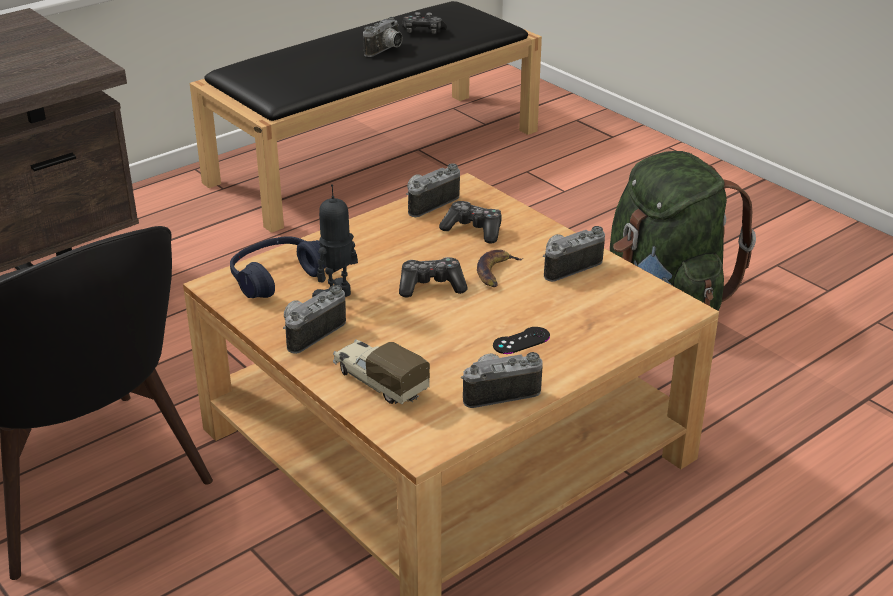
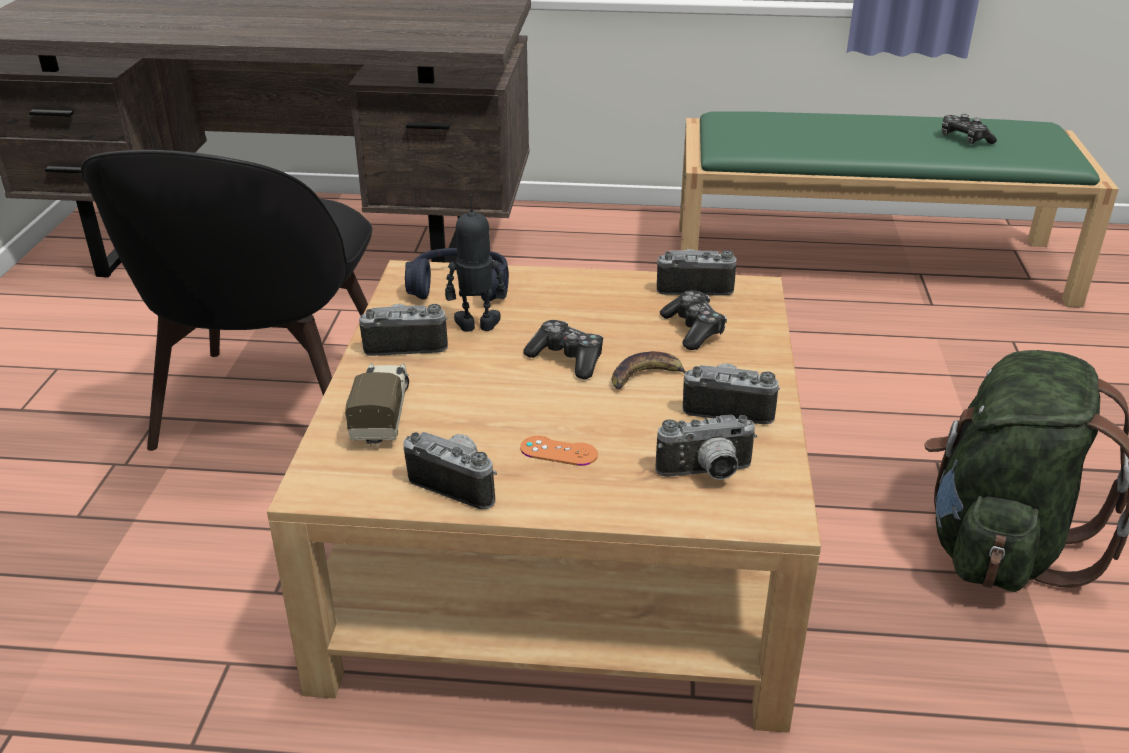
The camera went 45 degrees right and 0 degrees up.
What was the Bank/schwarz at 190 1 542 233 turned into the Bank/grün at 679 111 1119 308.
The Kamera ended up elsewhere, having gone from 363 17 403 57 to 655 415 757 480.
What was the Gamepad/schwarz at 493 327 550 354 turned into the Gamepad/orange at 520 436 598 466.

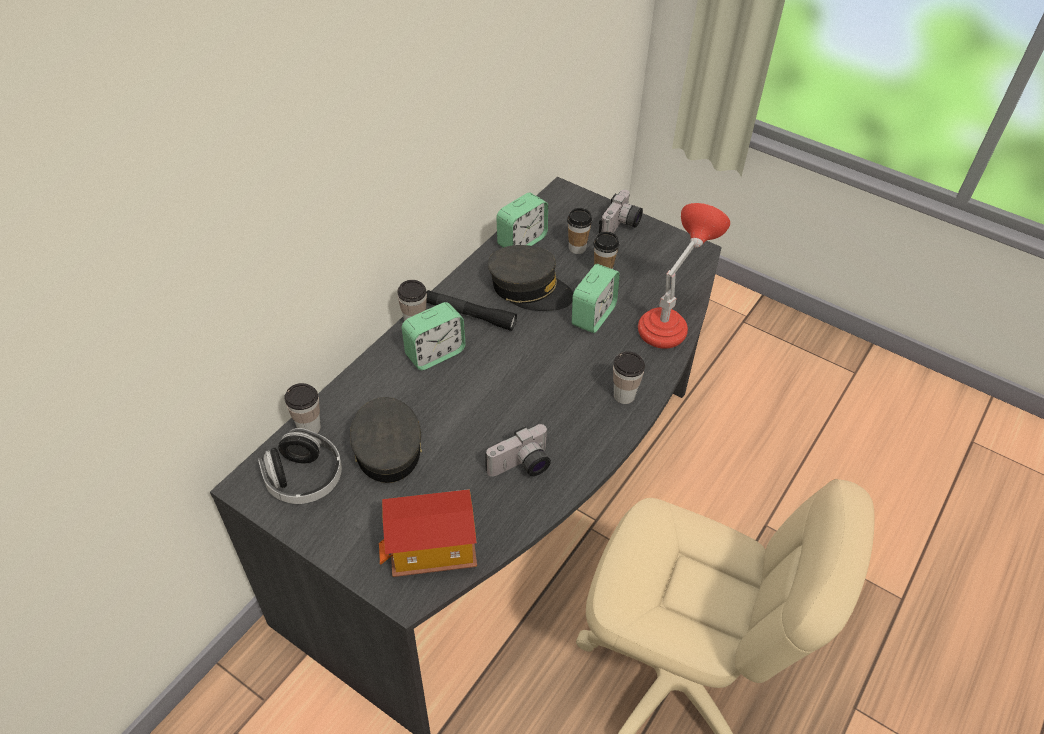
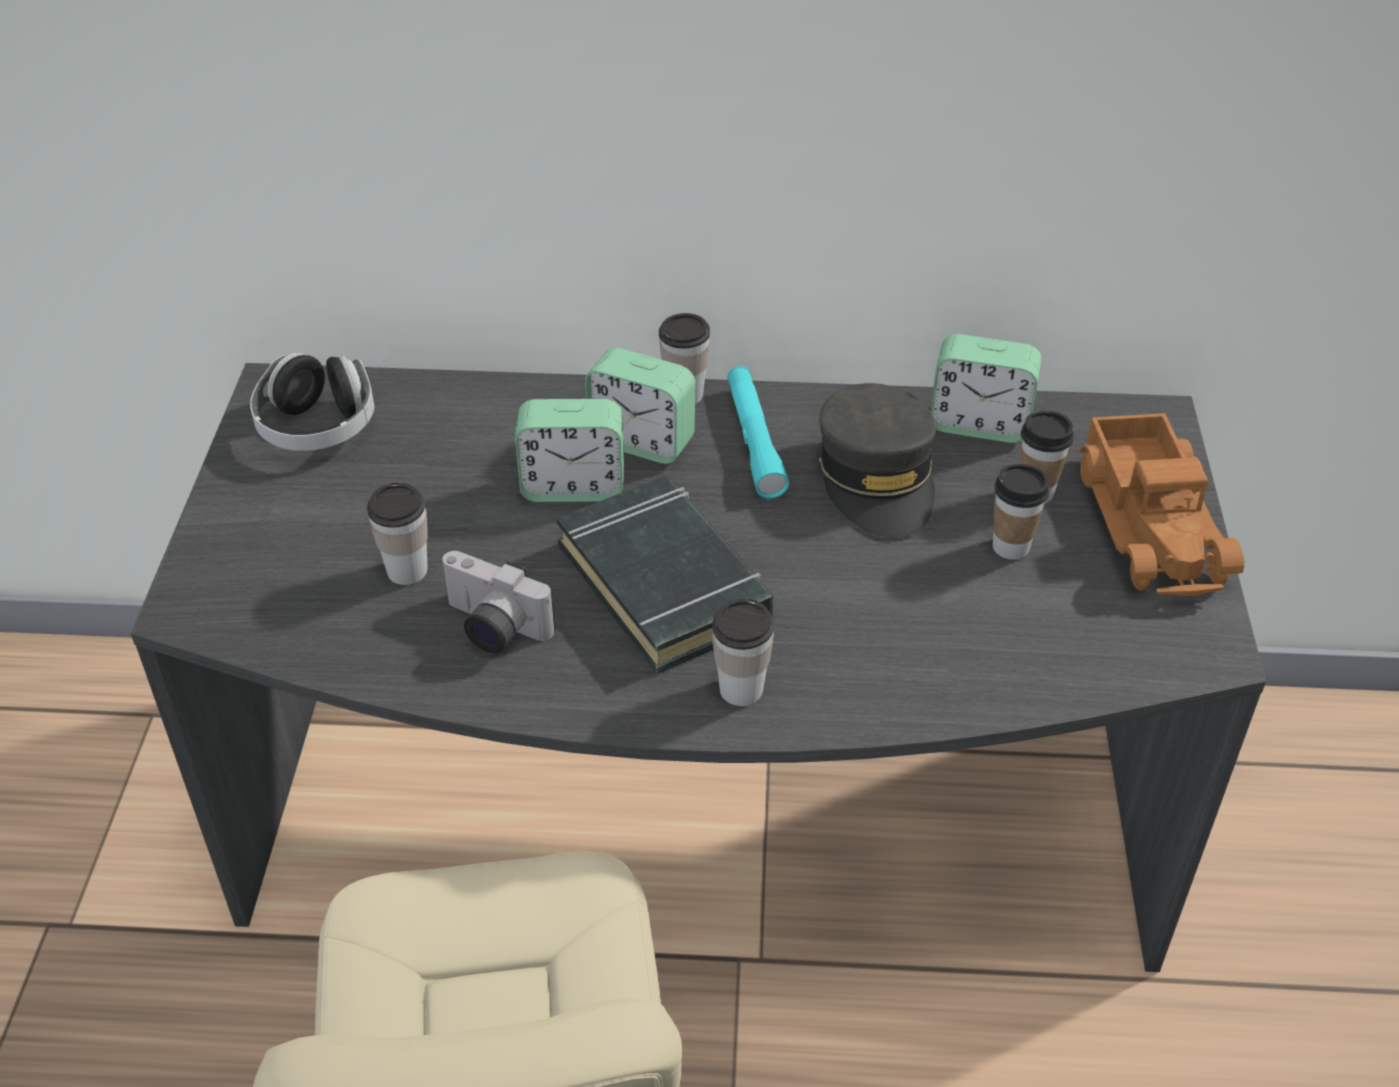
The camera went 60 degrees right and 5 degrees down.
The Tasse ended up elsewhere, having gone from 284 383 321 433 to 367 483 428 585.
The second view lost the Kappe/grau at 350 397 422 483.
The second view lost the Spielzeughaus at 379 489 477 577.
What was the Taschenlampe/schwarz at 426 290 517 331 turned into the Taschenlampe/türkis at 727 366 789 498.
The Wecker ended up elsewhere, having gone from 572 264 620 333 to 515 399 624 502.
Where the Kamera stood at 599 190 643 233, the Spielzeuglaster came to stand at 1077 413 1244 596.
The second view lost the Tischlampe/rot at 638 203 730 349.
The second view gained the Buch/schwarz at 556 476 773 674.

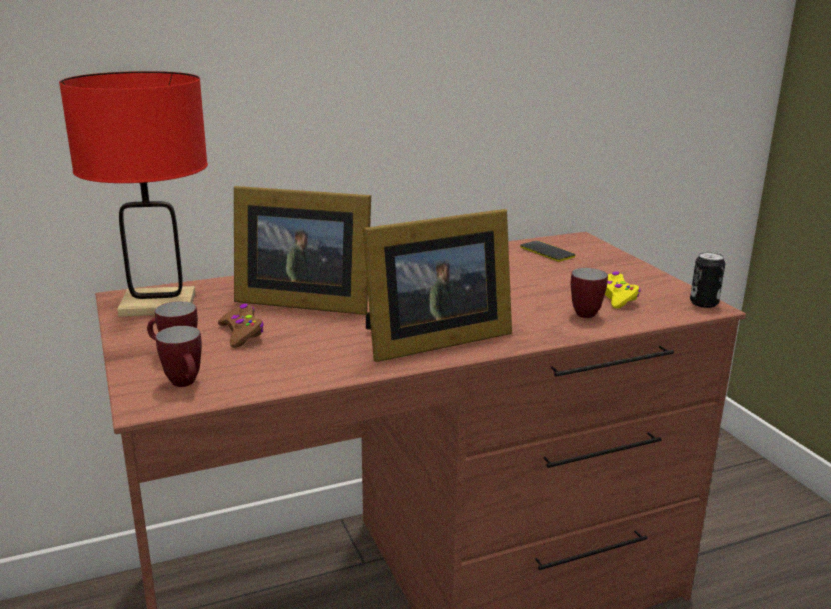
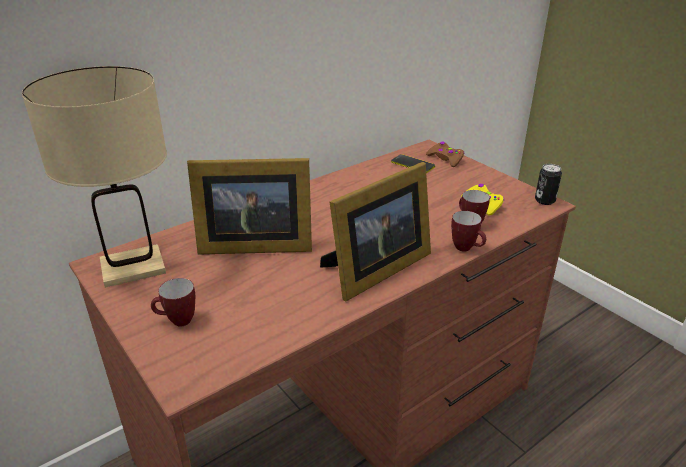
The camera went 15 degrees left and 10 degrees up.
What was the Tischlampe/rot at 59 71 208 317 turned into the Tischlampe/beige at 22 66 167 288.
The Henkelbecher ended up elsewhere, having gone from 156 326 202 387 to 451 211 486 252.
The Gamepad/braun ended up elsewhere, having gone from 218 304 264 348 to 426 142 465 167.

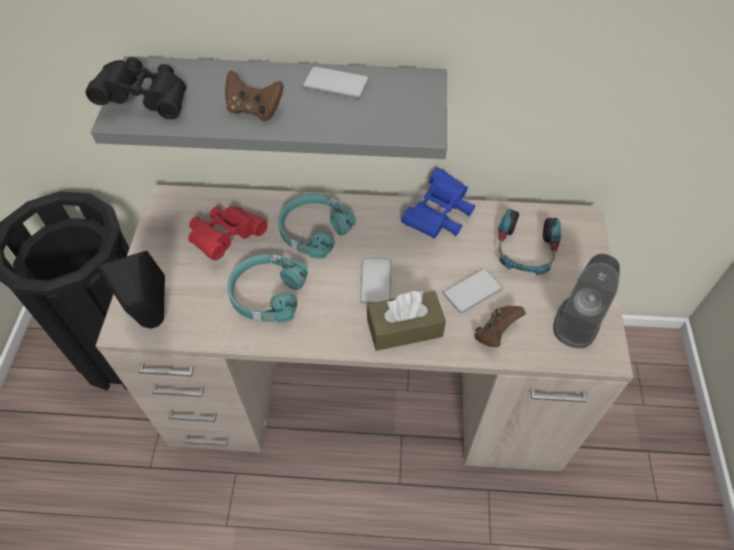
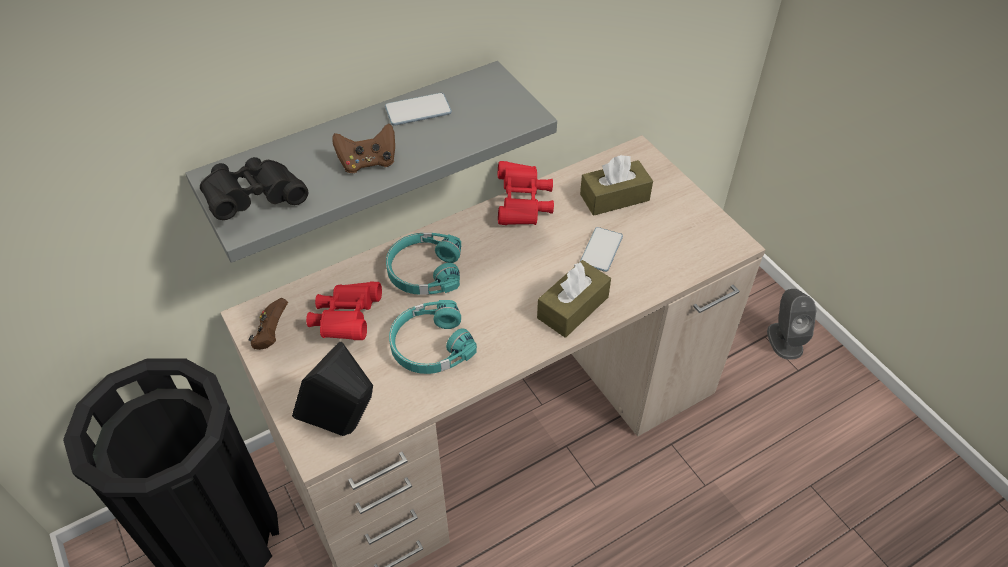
The camera went 35 degrees left and 5 degrees down.
The second view lost the Handy at 360 258 391 304.
What was the Fernglas/blau at 401 168 475 239 turned into the Fernglas/rot at 498 161 554 225.
The Gamepad/braun ended up elsewhere, having gone from 475 306 526 347 to 249 298 288 350.
Where the Kopfhörer stood at 498 209 561 275, the Taschentuchbox/braun came to stand at 580 155 653 216.
The Lautsprecher/grau ended up elsewhere, having gone from 553 254 620 349 to 767 289 816 360.

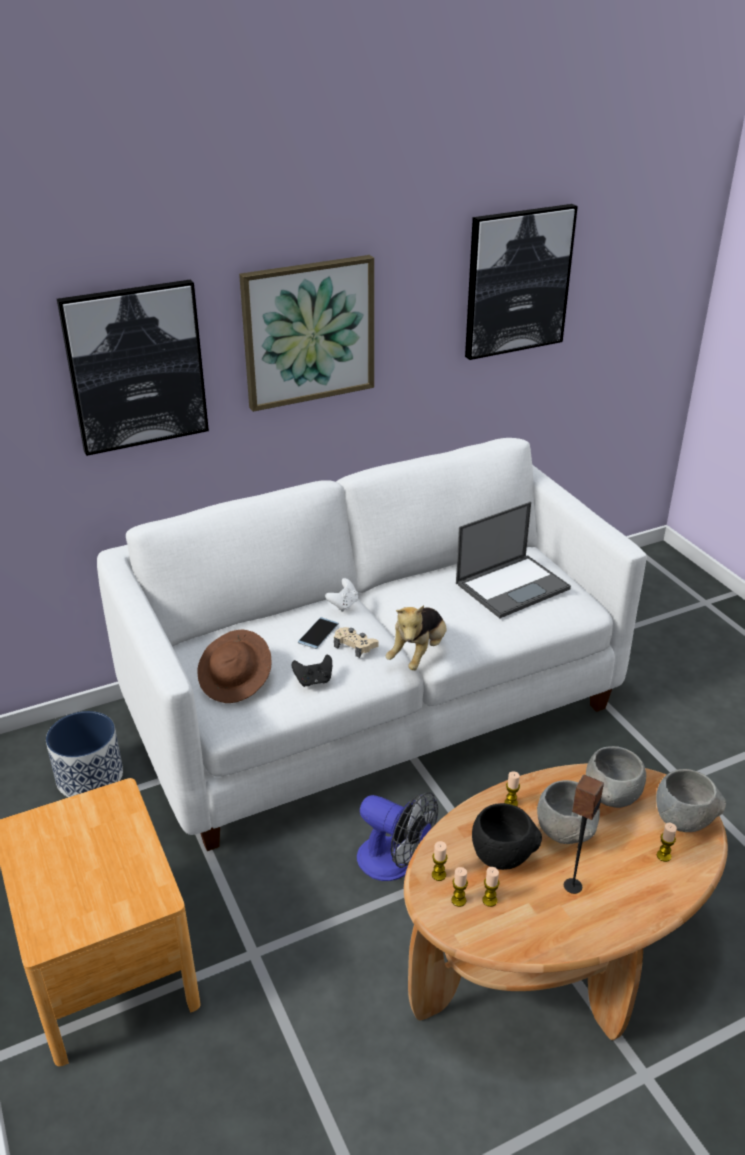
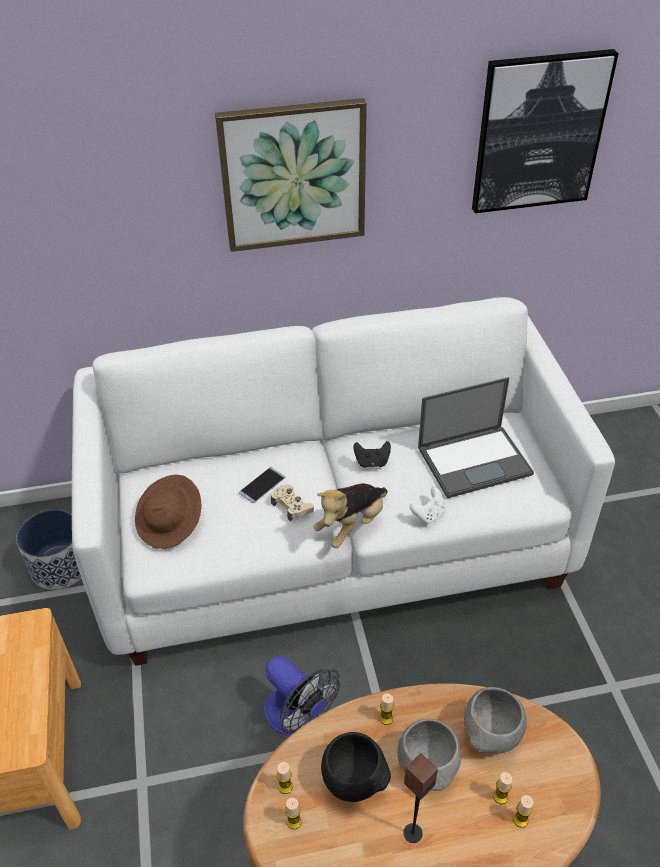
The camera went 15 degrees right and 10 degrees up.
The second view lost the Bild at 57 279 209 456.
The Gamepad/schwarz ended up elsewhere, having gone from 292 655 332 687 to 353 441 391 468.
The Gamepad/weiß ended up elsewhere, having gone from 325 578 358 612 to 410 487 446 524.
The Kerze ended up elsewhere, having gone from 482 867 500 907 to 493 772 512 804.
The second view lost the Schüssel/grau at 656 769 726 832.

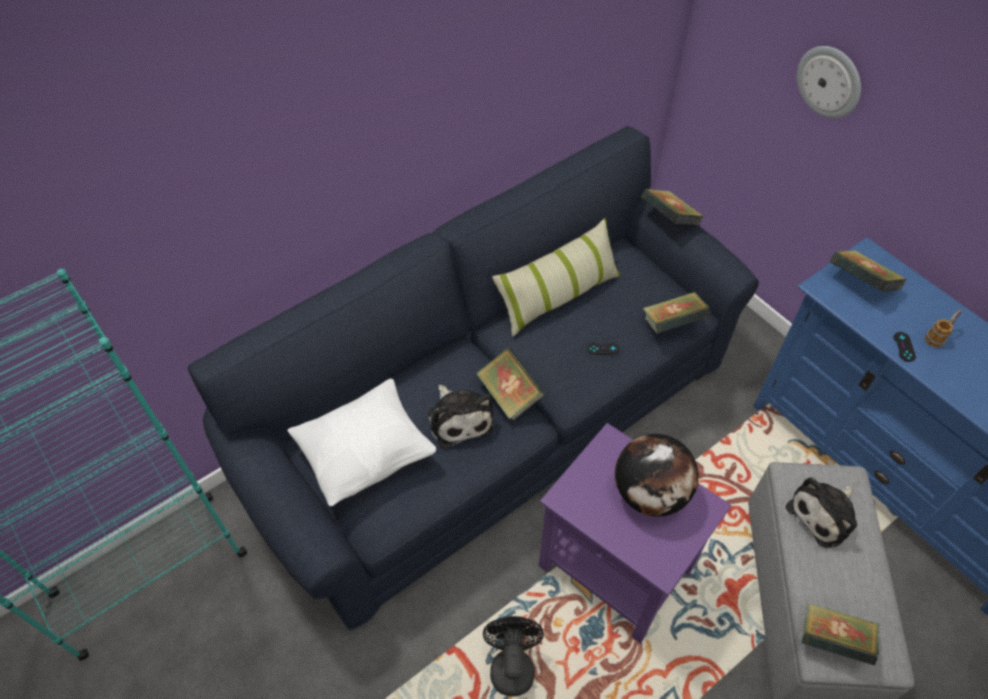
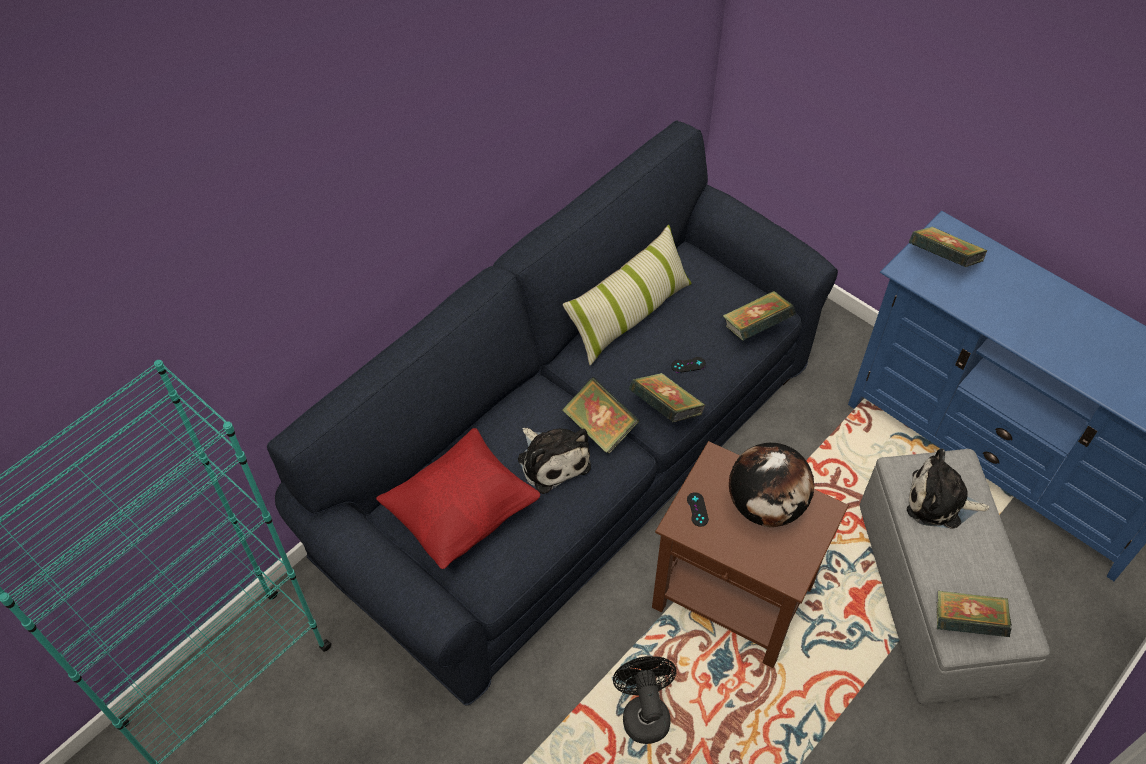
The camera went 10 degrees left and 0 degrees up.
What was the Kissen/weiß at 288 379 436 506 turned into the Kissen/rot at 376 428 540 569.
What was the Beistelltisch/lila at 538 423 732 643 turned into the Beistelltisch/braun at 652 441 849 668.
The Buch ended up elsewhere, having gone from 641 189 704 225 to 629 373 705 422.
The Plüschtier at 786 477 857 548 ended up facing another way, 60 degrees clockwise from before.
The second view lost the Wanduhr at 797 46 861 119.
The Gamepad/schwarz ended up elsewhere, having gone from 894 332 916 362 to 687 492 709 527.
The second view lost the Henkelbecher at 925 310 962 347.

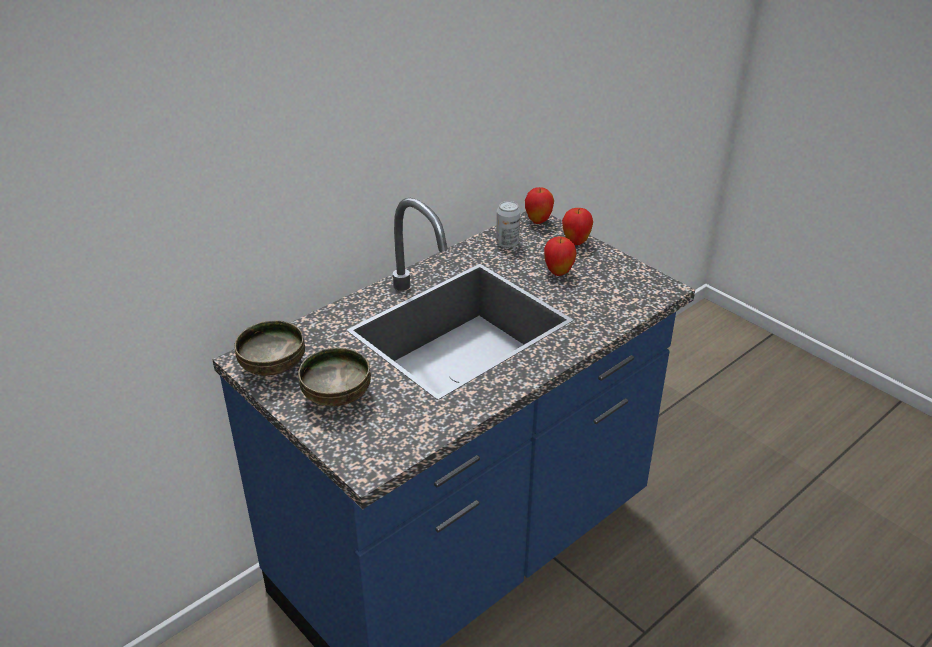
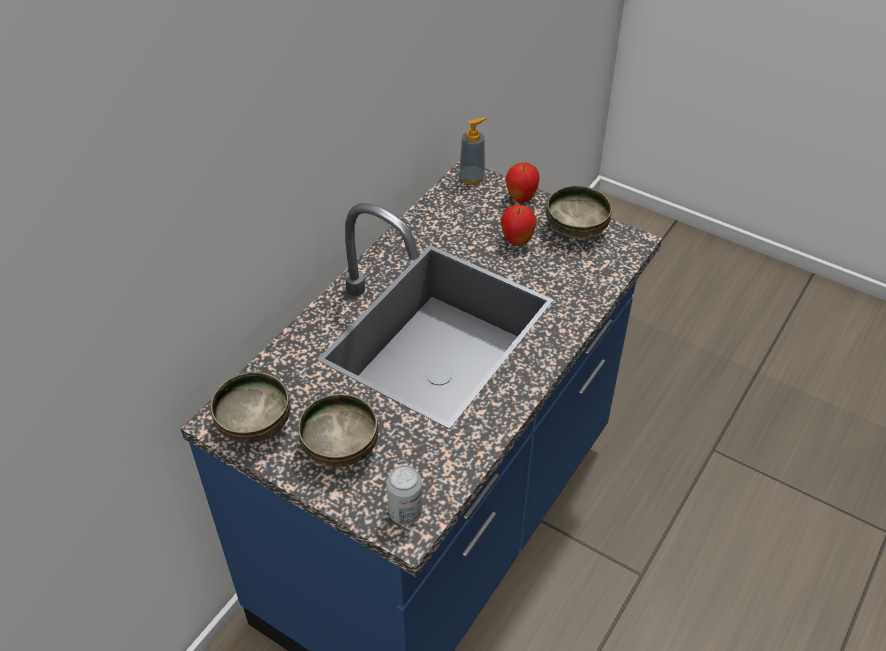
The camera went 15 degrees left and 10 degrees up.
The Dose ended up elsewhere, having gone from 496 201 520 248 to 387 465 423 525.
Where the Apfel stood at 525 187 554 224, the Seifenspender came to stand at 459 117 487 185.
The second view gained the Schüssel at 546 185 612 239.

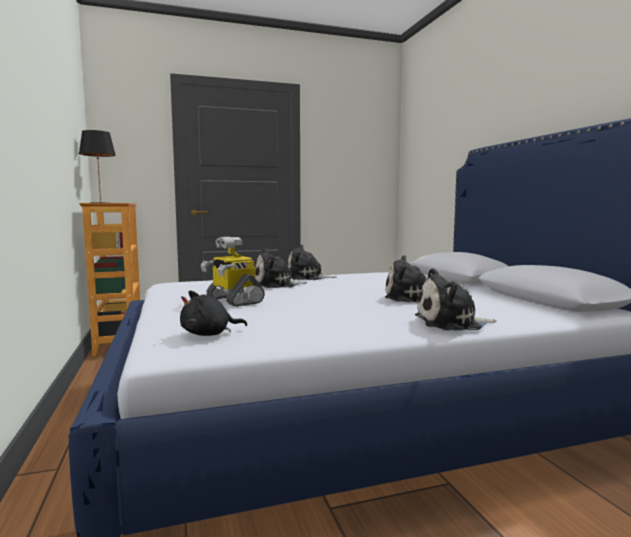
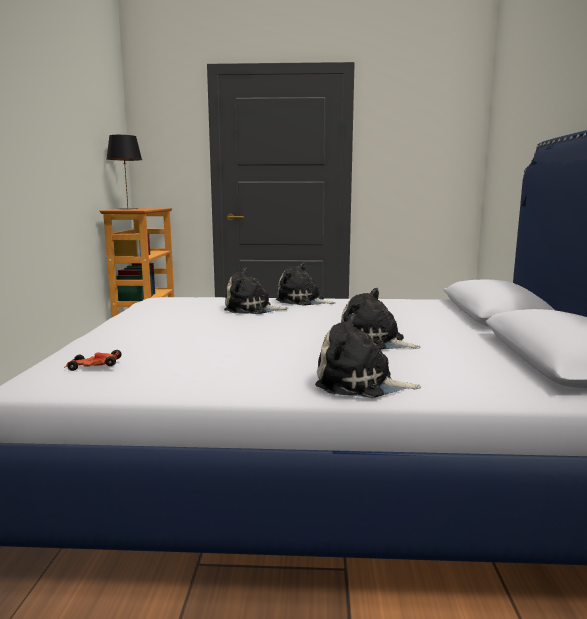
The camera went 20 degrees right and 5 degrees up.
Where the Plüschtier/schwarz stood at 180 290 247 336, the Spielzeugauto came to stand at 64 350 122 371.
The second view lost the Spielzeugroboter at 201 237 265 307.

